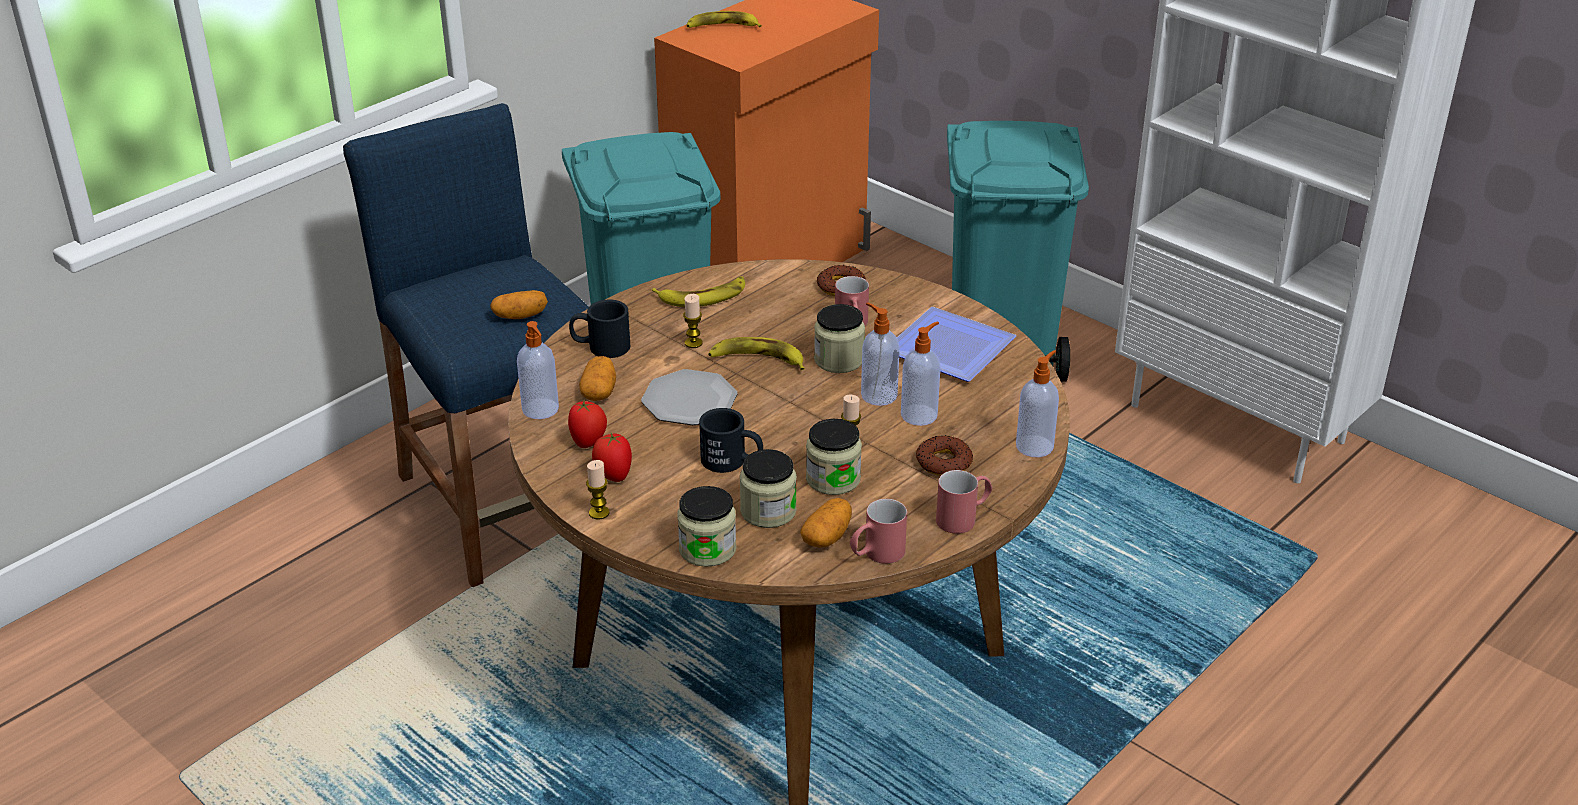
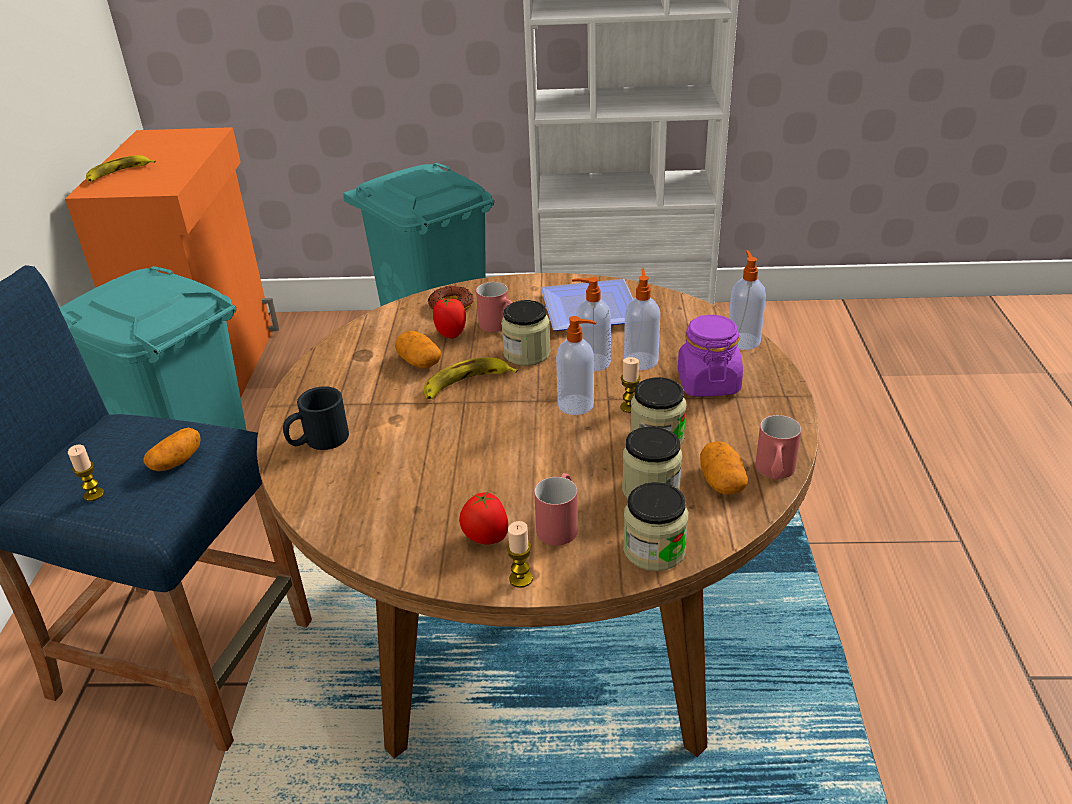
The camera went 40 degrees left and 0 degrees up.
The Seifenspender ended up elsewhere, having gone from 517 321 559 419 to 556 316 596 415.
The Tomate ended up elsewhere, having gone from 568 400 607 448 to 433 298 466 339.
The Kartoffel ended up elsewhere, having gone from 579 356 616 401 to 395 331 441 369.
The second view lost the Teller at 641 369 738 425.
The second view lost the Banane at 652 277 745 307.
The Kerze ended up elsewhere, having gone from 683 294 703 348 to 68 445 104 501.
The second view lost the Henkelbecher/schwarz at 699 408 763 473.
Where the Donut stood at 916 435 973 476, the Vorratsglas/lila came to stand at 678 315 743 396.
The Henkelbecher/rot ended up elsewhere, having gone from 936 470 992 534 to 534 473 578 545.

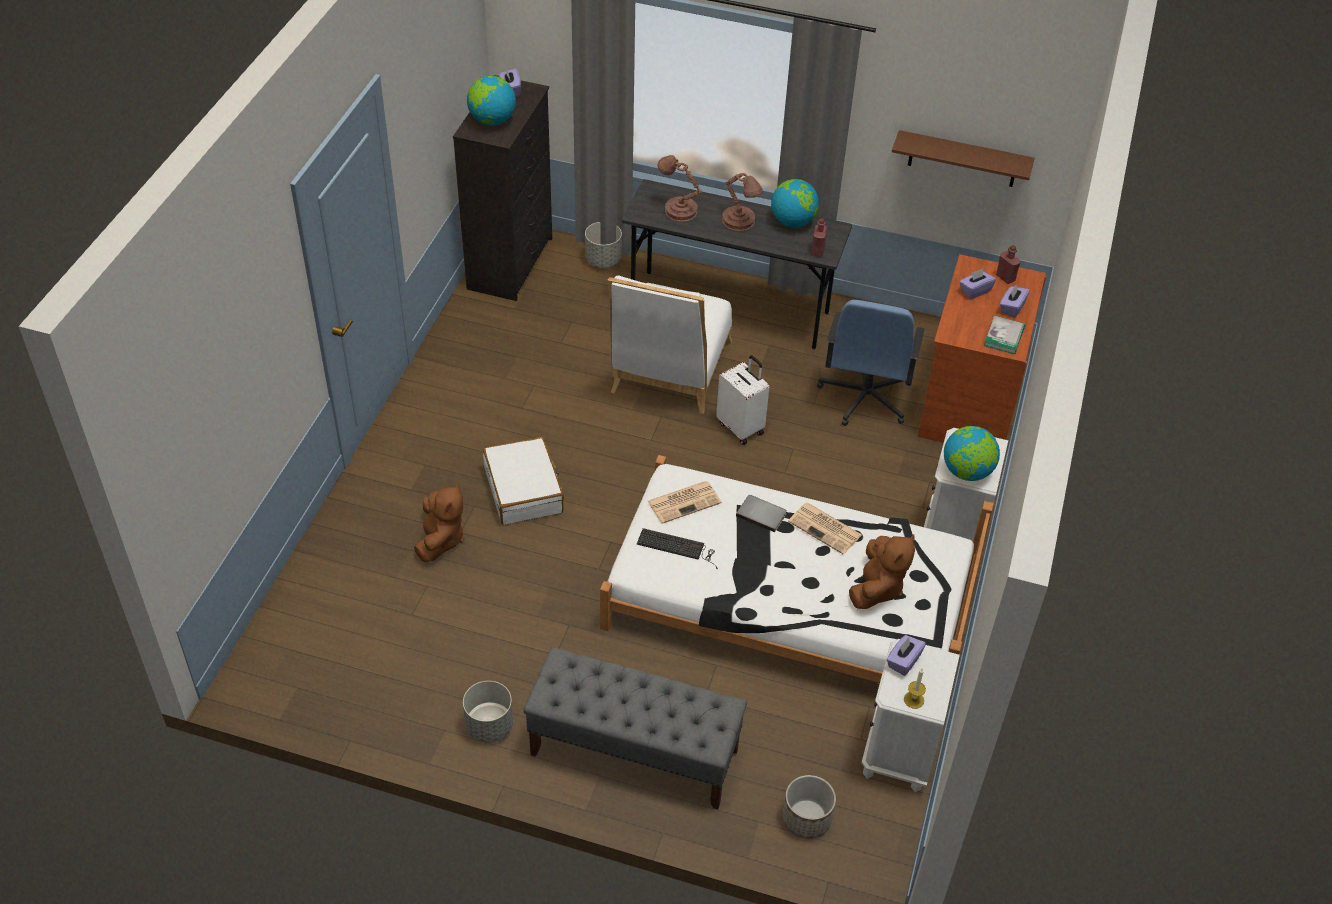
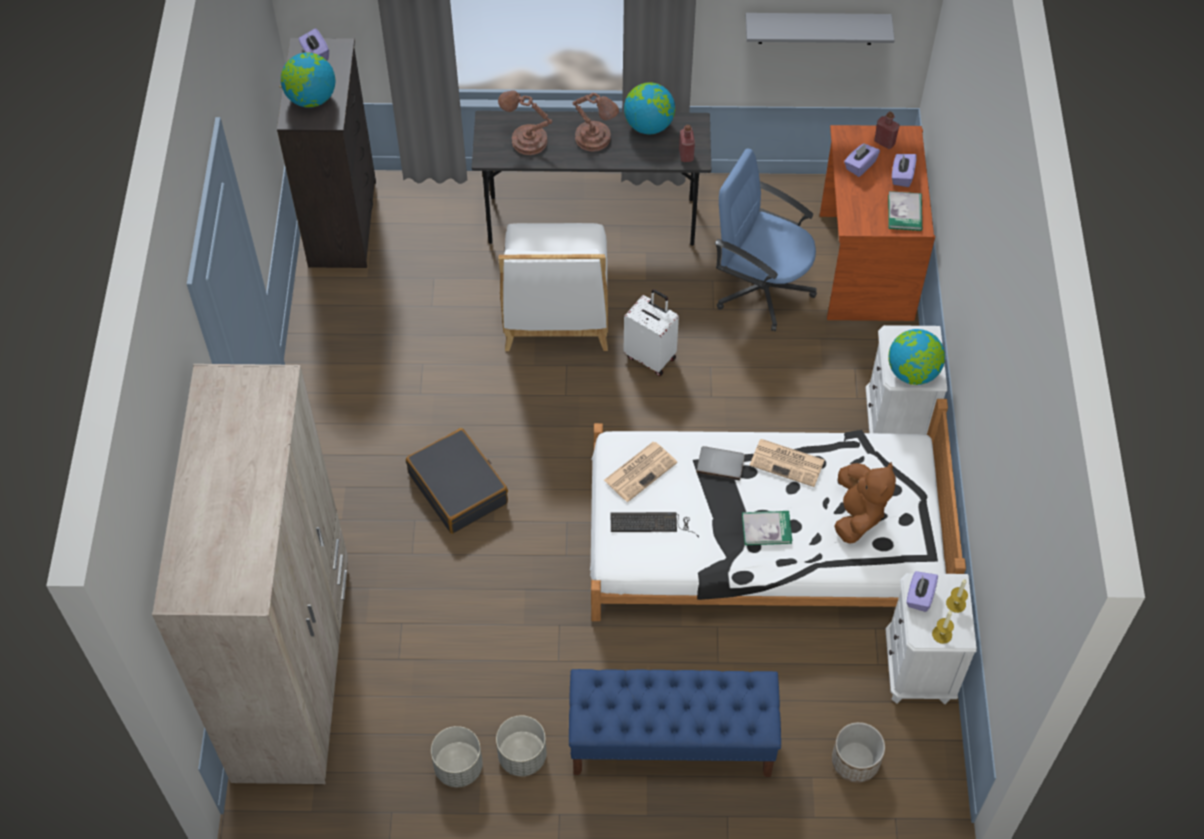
The camera went 15 degrees left and 10 degrees up.
The second view lost the Plüschtier/braun at 414 483 464 562.
What was the Koffer/weiß at 483 437 564 525 turned into the Koffer/schwarz at 406 428 508 534.
What was the Bank/grau at 523 647 747 810 turned into the Bank/blau at 569 669 781 777.
The Pflanzkübel/grau ended up elsewhere, having gone from 585 222 622 268 to 431 726 483 787.
The Bürostuhl/blau at 817 300 924 426 ended up facing another way, 120 degrees clockwise from before.
What was the Wandregal/braun at 892 130 1035 187 turned into the Wandregal/grau at 746 13 895 45.
The second view gained the Kleiderschrank/beige at 152 364 348 784.
The second view gained the Buch at 742 511 792 545.
The second view gained the Kerze at 946 579 968 613.

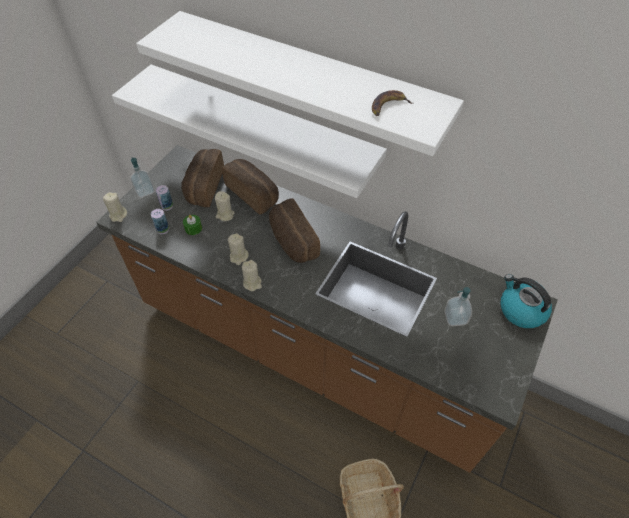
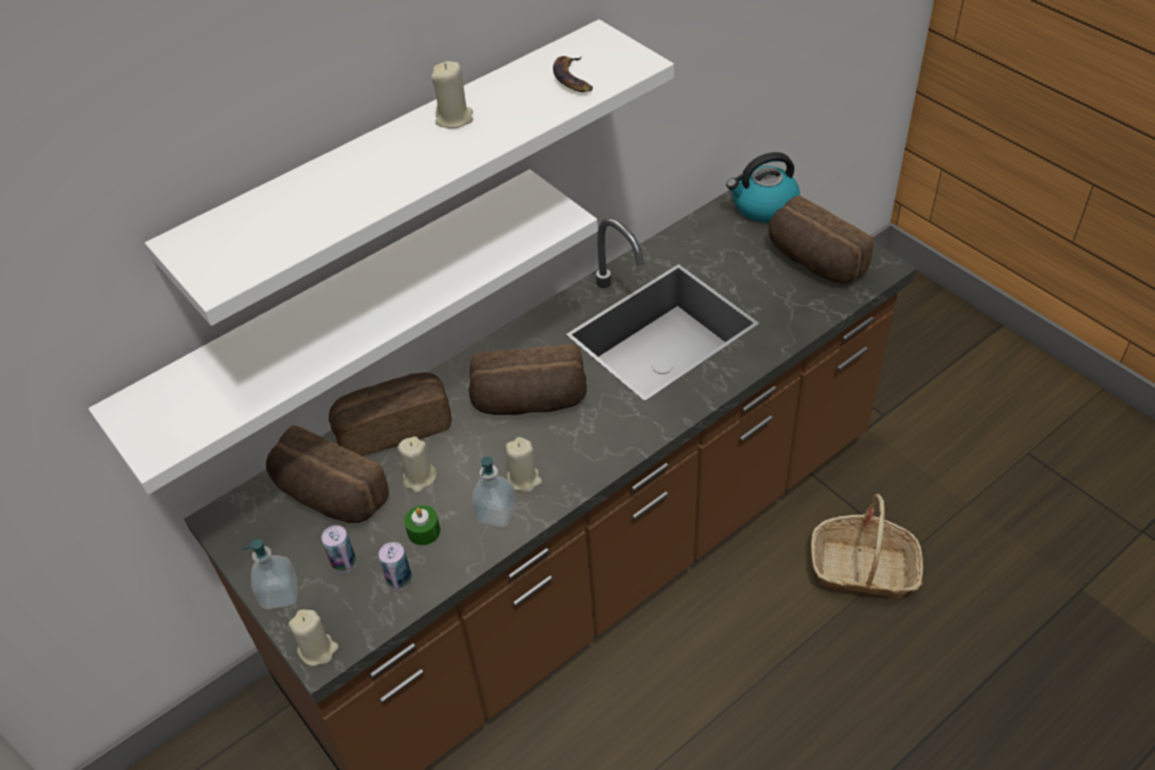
The camera went 65 degrees left and 5 degrees down.
The Kerze/beige ended up elsewhere, having gone from 242 260 262 291 to 431 61 473 129.
The Seifenspender ended up elsewhere, having gone from 444 287 472 326 to 471 456 516 528.
The second view gained the Brot at 769 196 873 284.

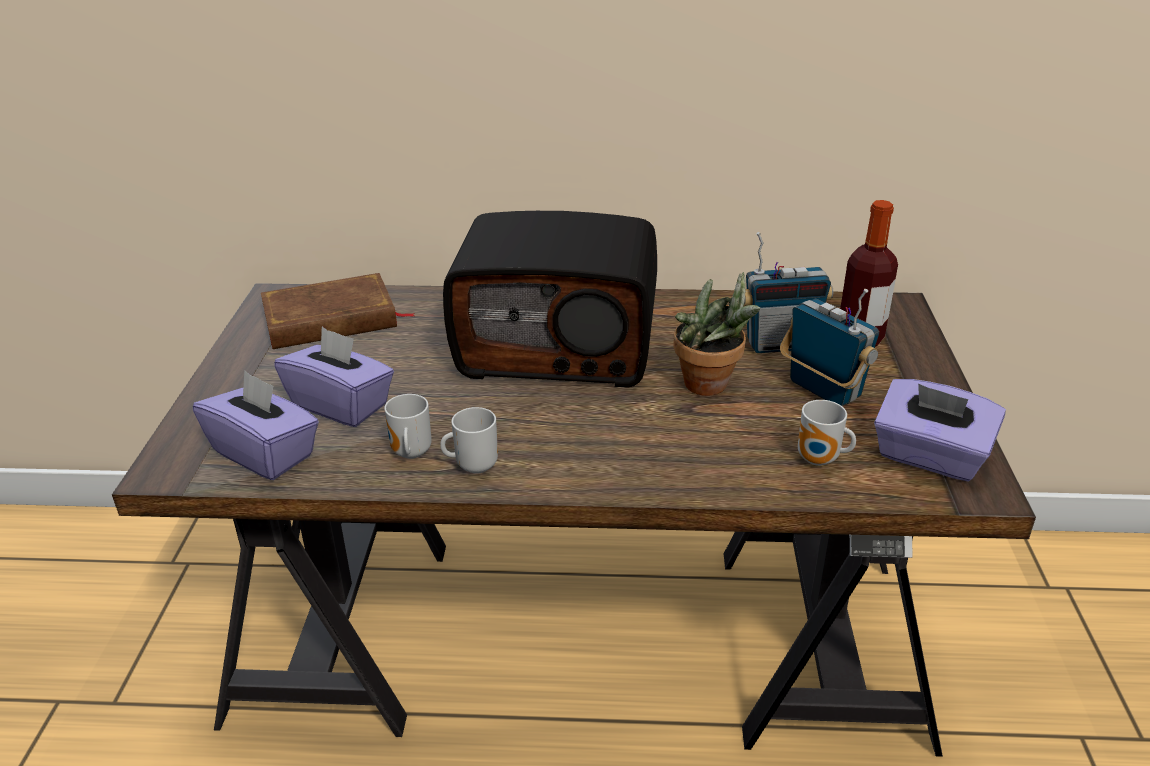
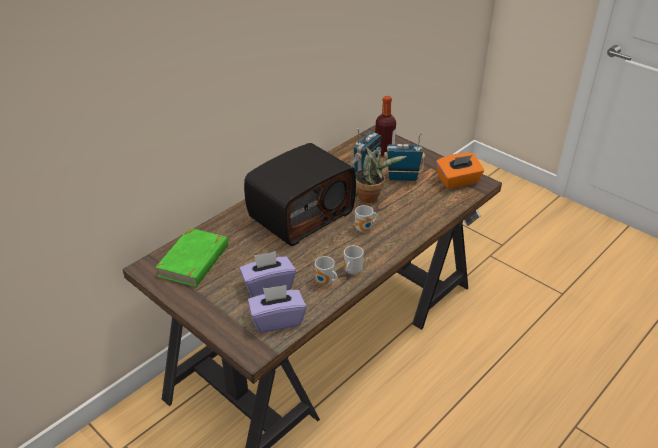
The camera went 50 degrees left and 5 degrees up.
What was the Buch/braun at 261 273 415 349 turned into the Buch/grün at 155 228 228 287.
The Henkelbecher ended up elsewhere, having gone from 798 400 856 466 to 355 205 377 233.
What was the Taschentuchbox/lila at 874 379 1006 481 turned into the Taschentuchbox/orange at 436 152 484 189.

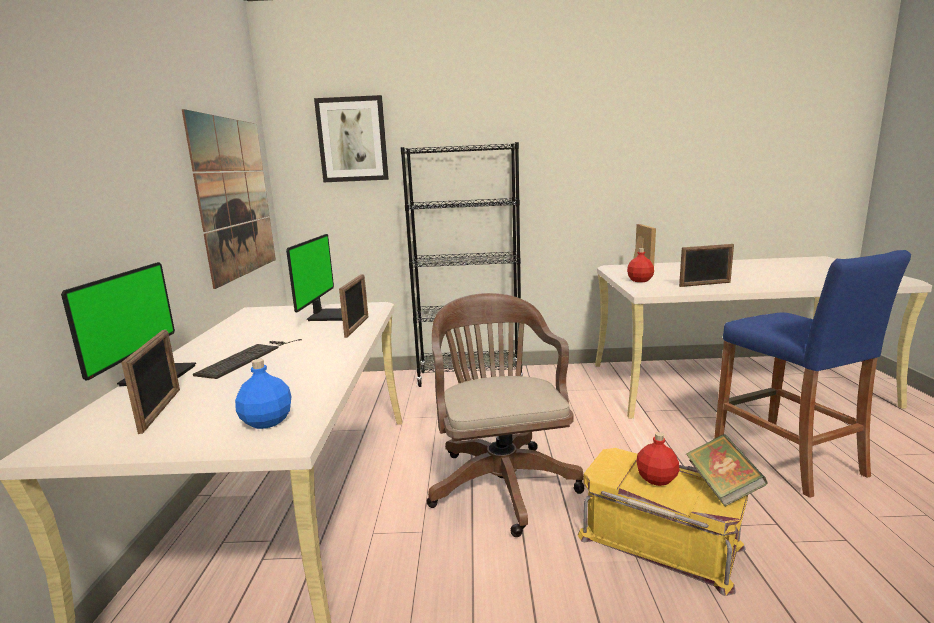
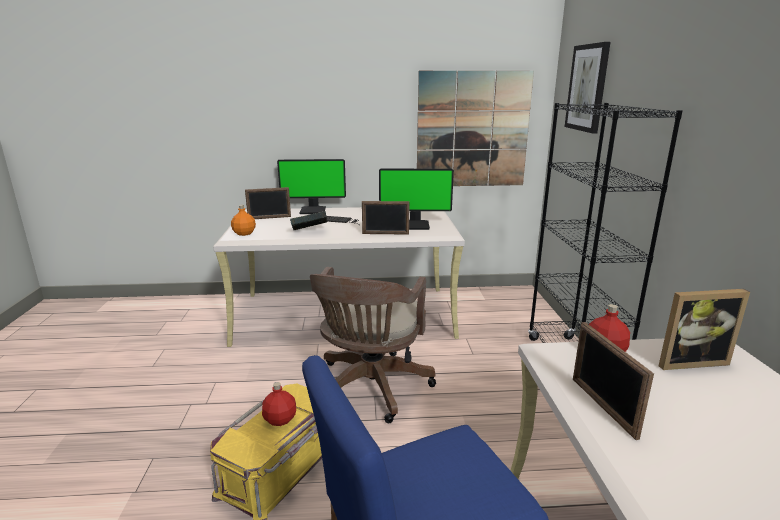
The camera went 85 degrees right and 5 degrees up.
What was the Flasche/blau at 235 359 292 429 turned into the Flasche/orange at 231 205 256 236.
The Bürostuhl/braun at 427 293 585 537 ended up facing another way, 120 degrees clockwise from before.
The Buch ended up elsewhere, having gone from 686 434 768 506 to 290 211 327 230.

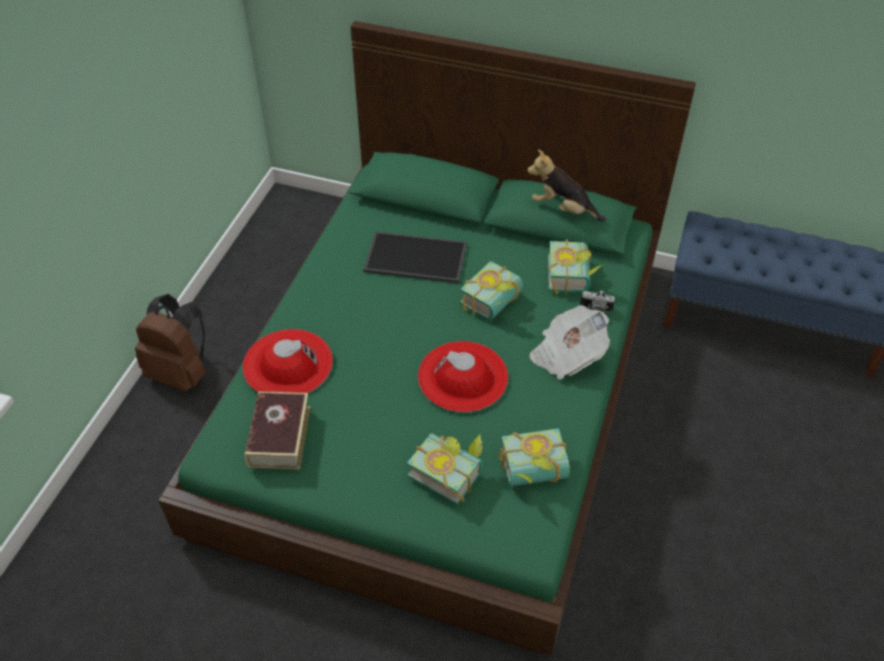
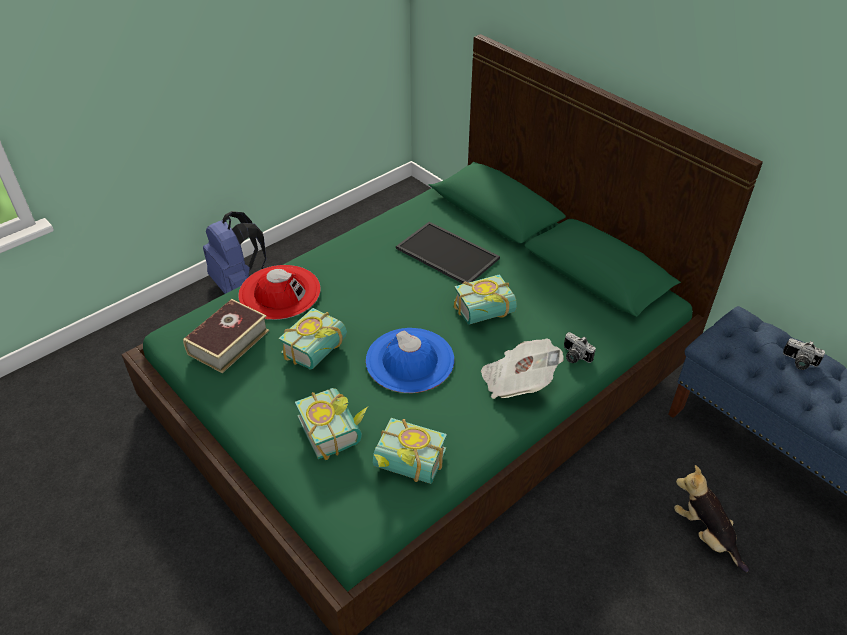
The camera went 30 degrees right and 5 degrees down.
What was the Rucksack/braun at 135 294 206 392 turned into the Rucksack/blau at 203 211 266 294.
What was the Hut/rot at 418 341 508 412 turned into the Hut/blau at 366 328 454 393.
The Plüschtier ended up elsewhere, having gone from 527 149 606 222 to 674 465 749 572.
The Buch ended up elsewhere, having gone from 548 239 606 294 to 279 308 347 370.
The second view gained the Kamera at 783 338 825 370.

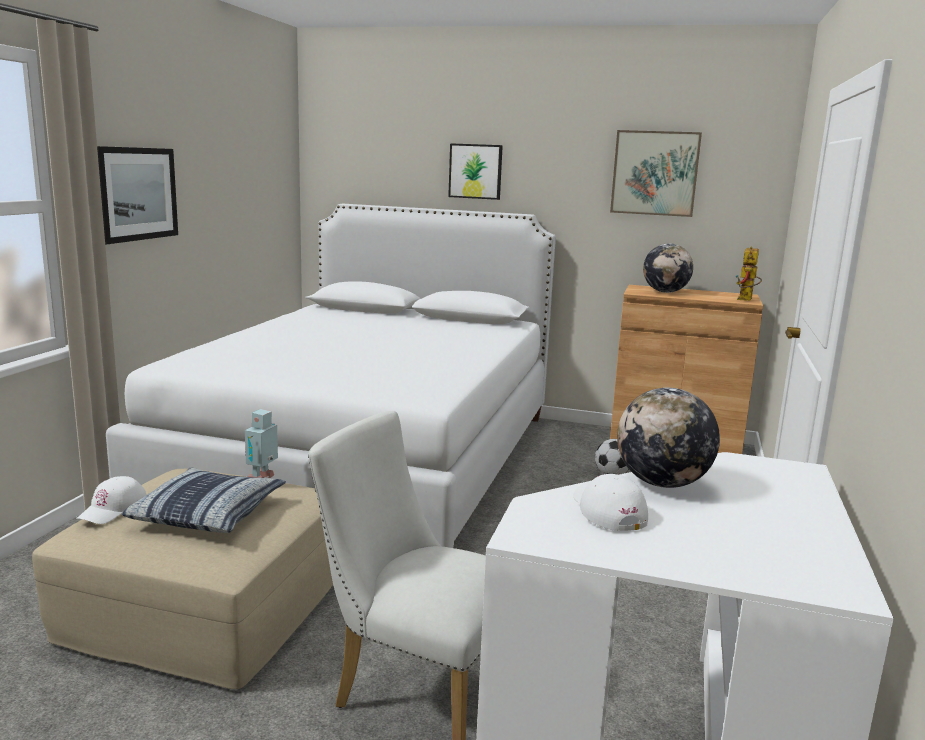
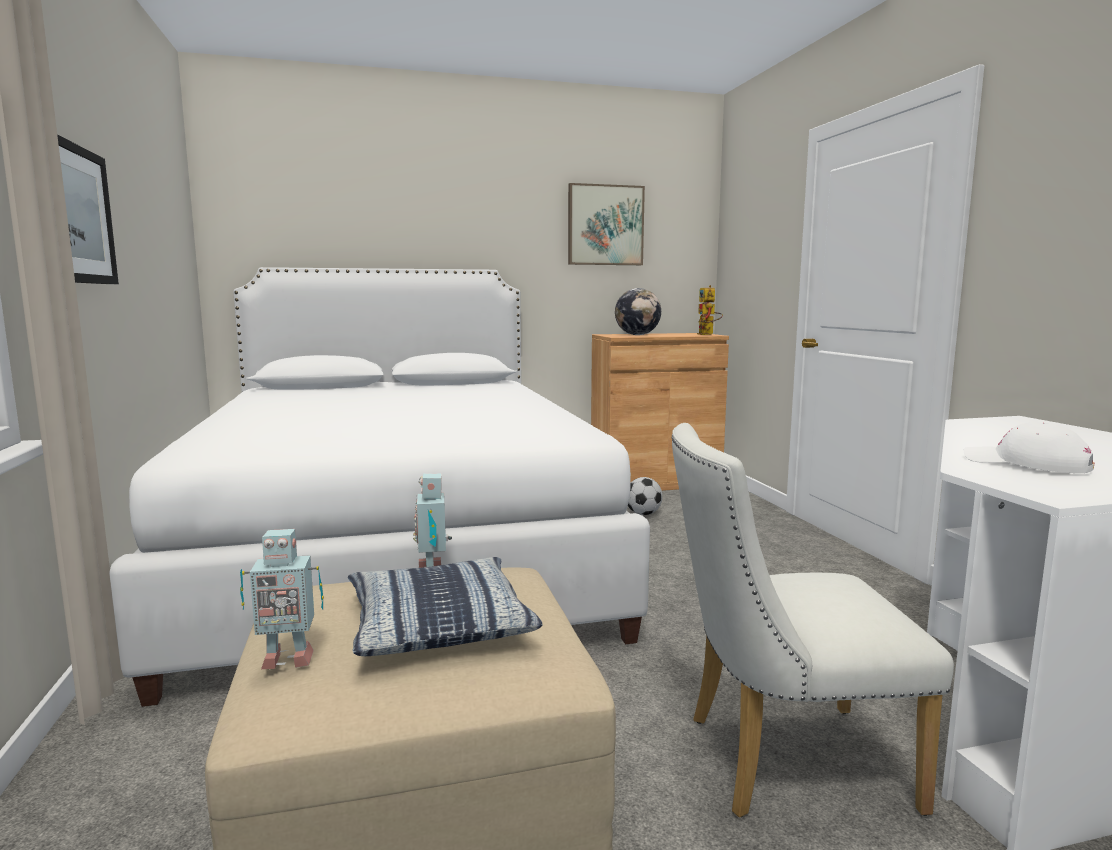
The camera went 30 degrees left and 5 degrees down.
Where the Kappe/weiß stood at 76 476 147 524, the Spielzeugroboter came to stand at 240 529 324 669.
The second view lost the Bild at 448 143 503 200.
The second view lost the Globus at 617 388 720 488.

